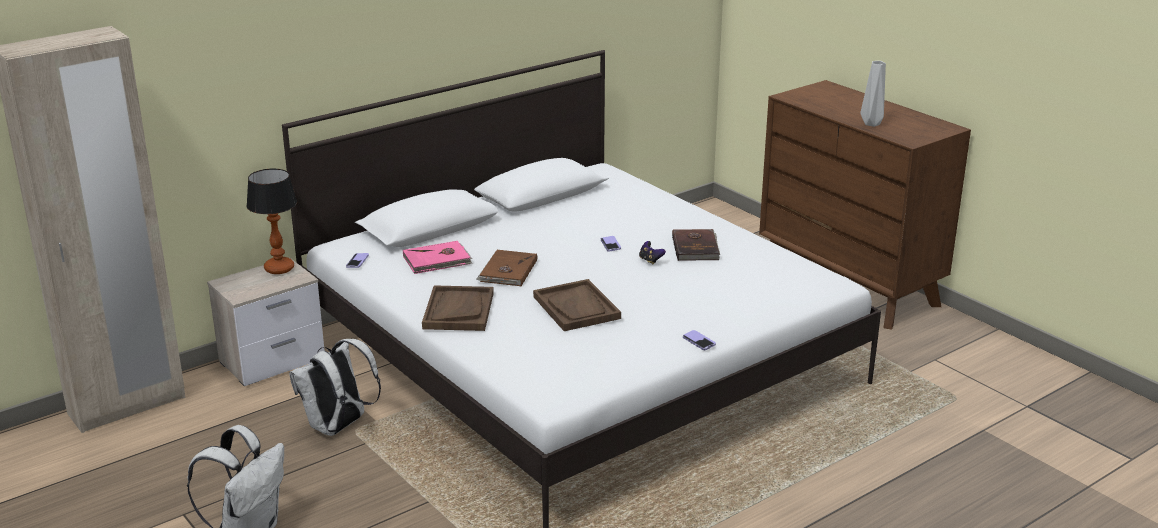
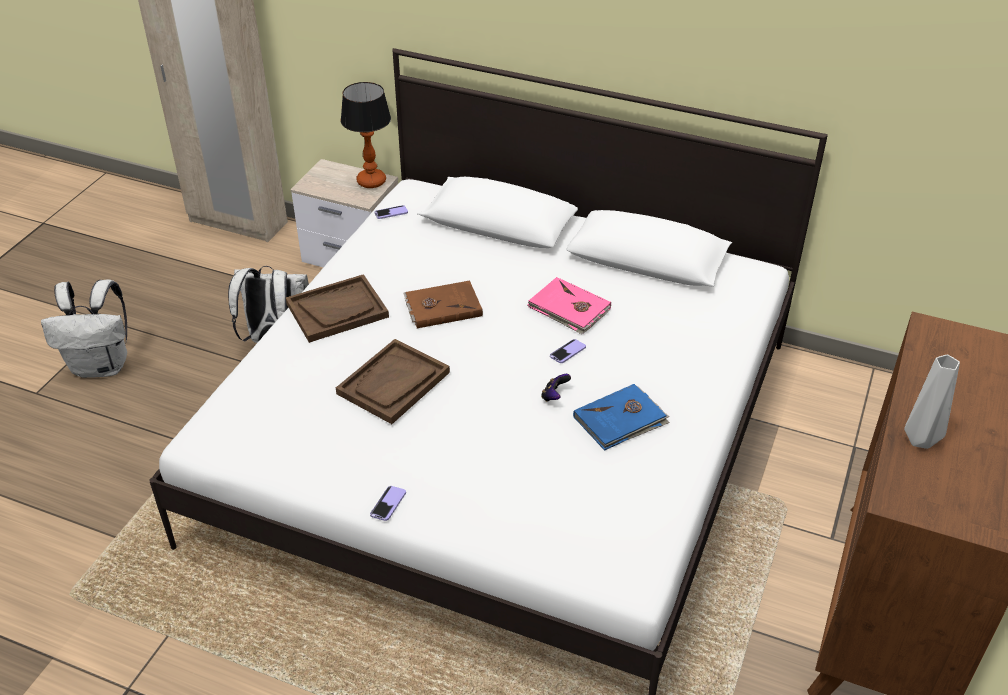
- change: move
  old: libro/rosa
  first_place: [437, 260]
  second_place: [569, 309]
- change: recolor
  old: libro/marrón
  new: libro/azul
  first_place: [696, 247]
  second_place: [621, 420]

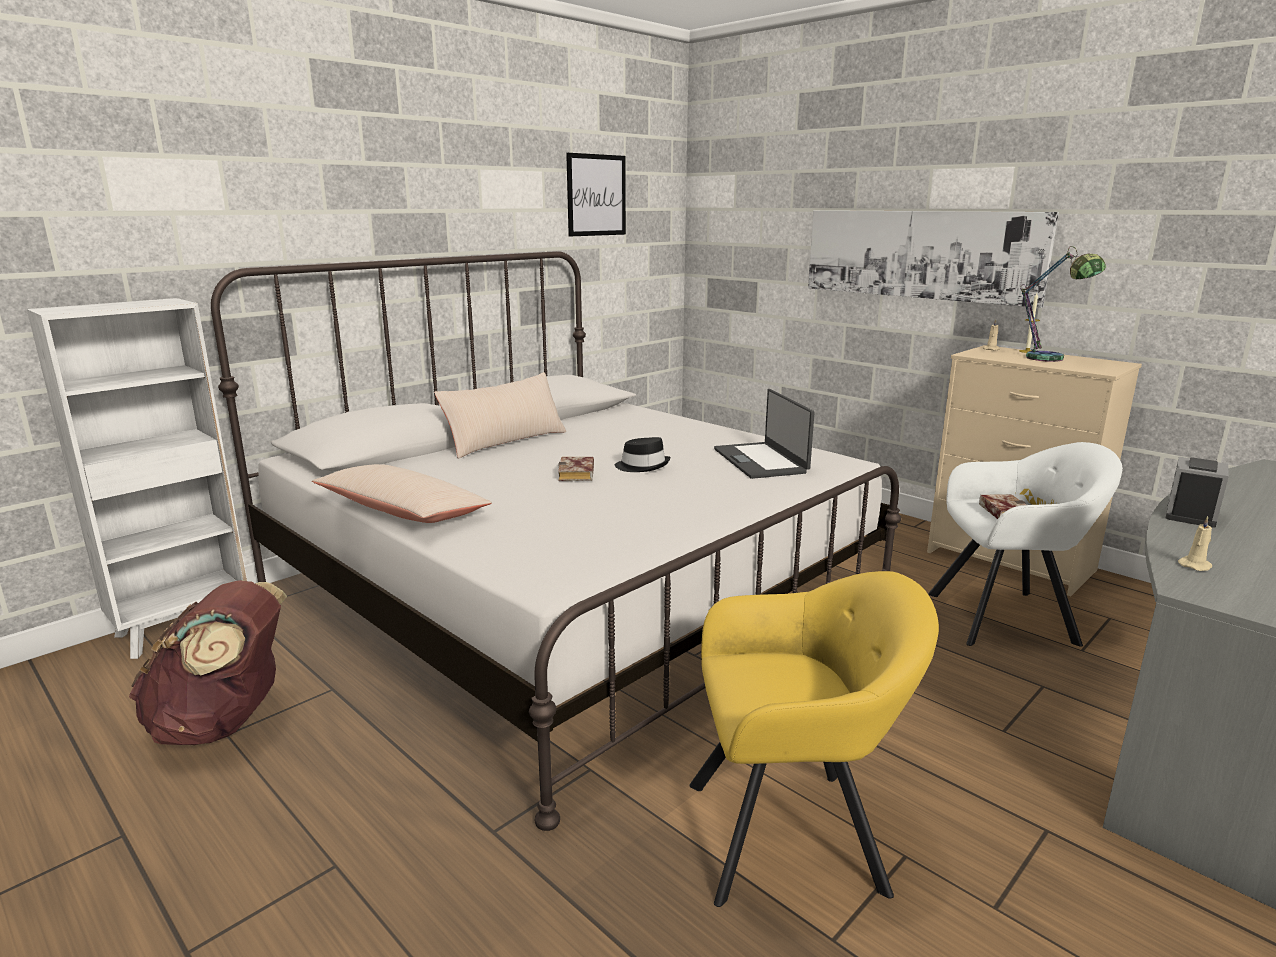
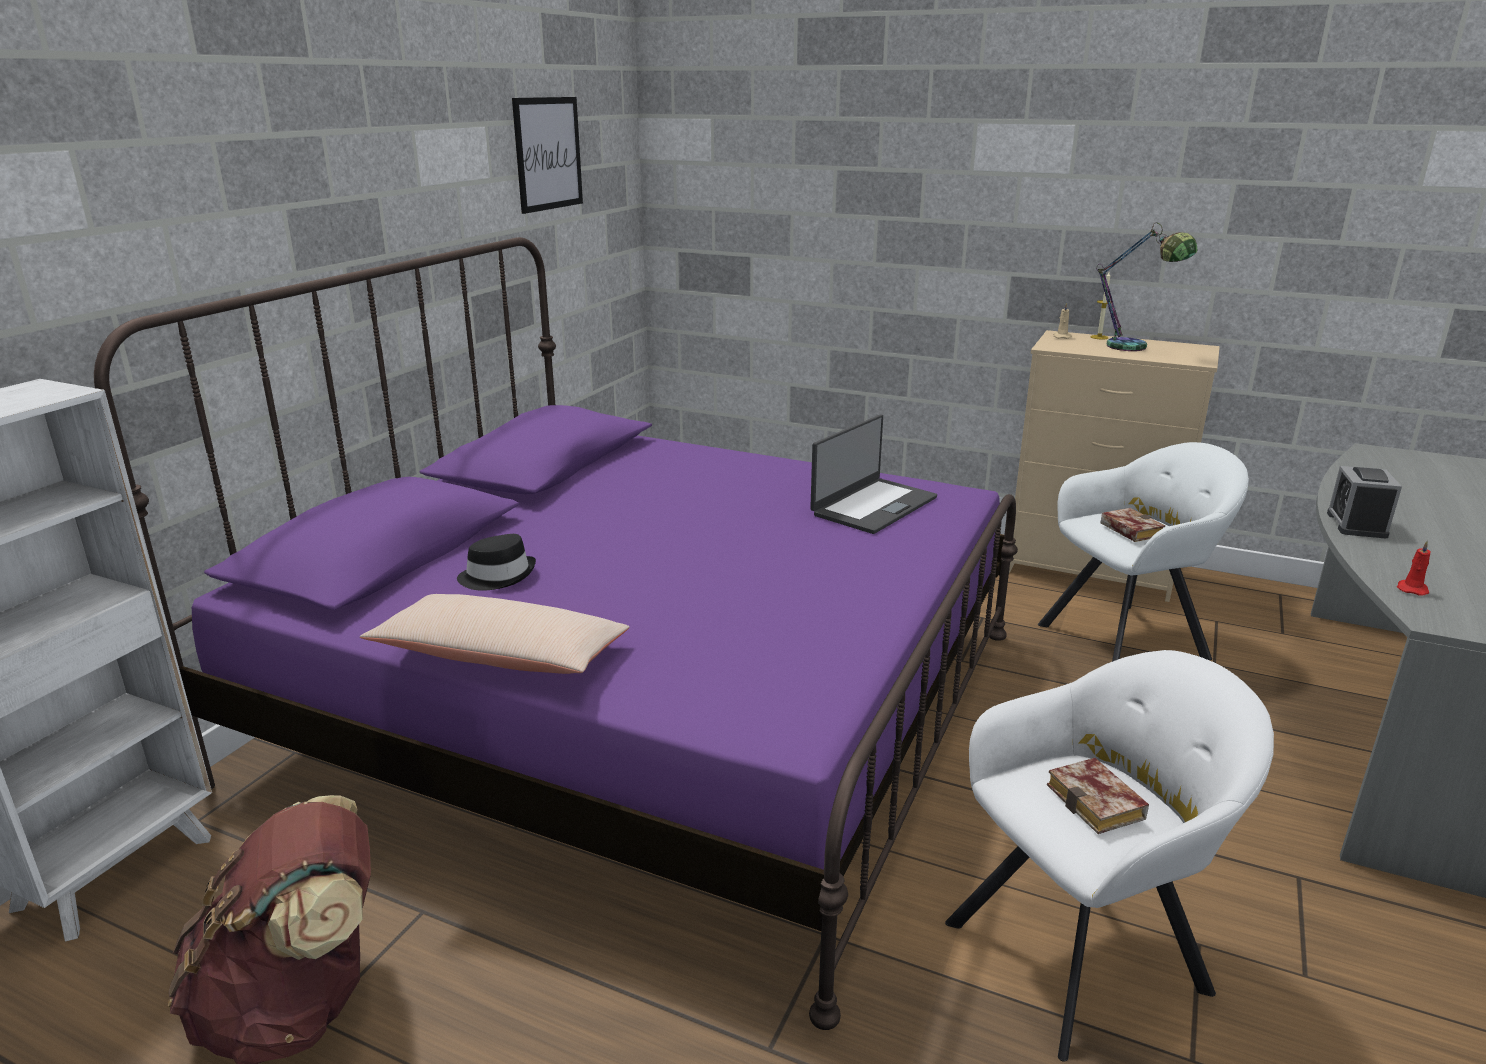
- change: delete
  old: cojín/beis
  first_place: [505, 441]
- change: delete
  old: cuadro
  first_place: [920, 254]
- change: move
  old: libro
  first_place: [578, 475]
  second_place: [1099, 804]
- change: move
  old: sombrero/negro
  first_place: [642, 466]
  second_place: [498, 576]
- change: recolor
  old: cama/blanco
  new: cama/morado
  first_place: [571, 595]
  second_place: [648, 703]
- change: recolor
  old: sillón/amarillo
  new: sillón/blanco
  first_place: [795, 834]
  second_place: [1086, 951]
- change: recolor
  old: vela/beis
  new: vela/rojo
  first_place: [1195, 565]
  second_place: [1412, 589]
- change: rotate
  old: portátil
  first_place: [761, 461]
  second_place: [873, 506]
  degrees: -105

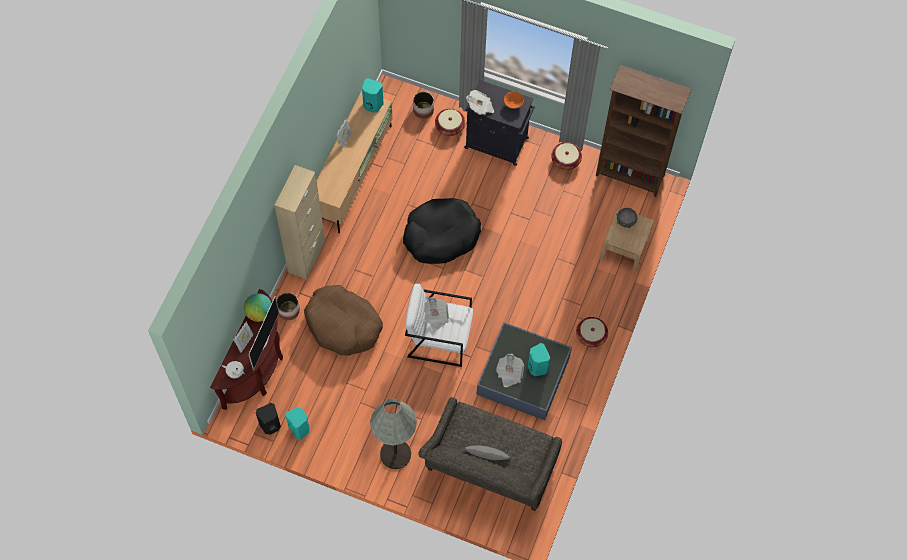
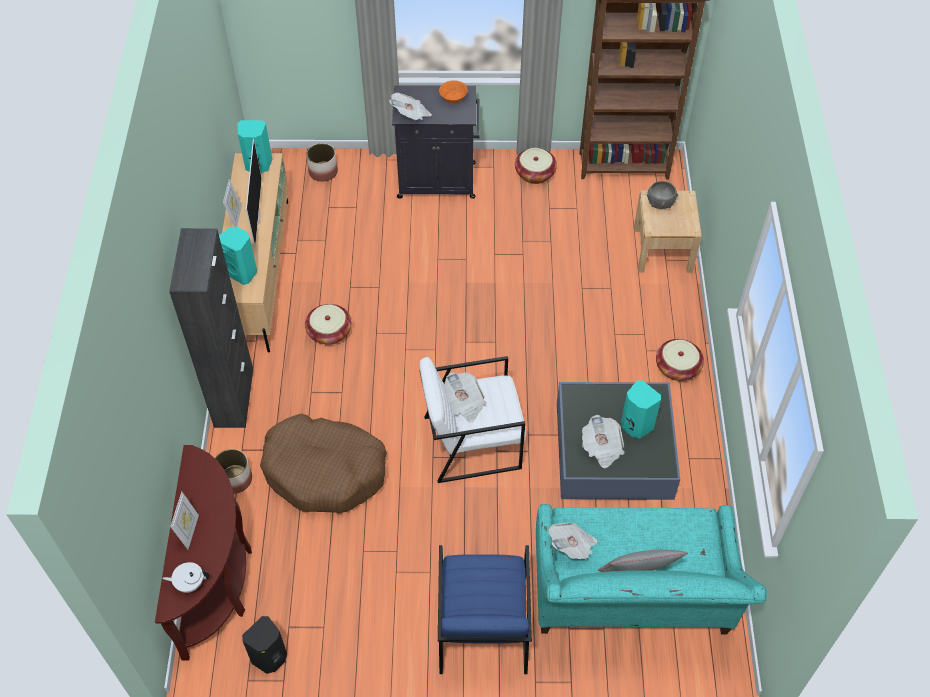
- change: delete
  old: globo terráqueo
  first_place: [259, 313]
- change: delete
  old: cama para perro/negro
  first_place: [441, 235]
- change: insert
  new: periódico
  second_place: [572, 546]
- change: move
  old: televisor
  first_place: [264, 342]
  second_place: [255, 217]
- change: move
  old: altavoz/turquesa
  first_place: [300, 429]
  second_place: [242, 272]
- change: move
  old: cesta
  first_place: [449, 127]
  second_place: [329, 332]
- change: replace
  old: lámpara de pie/gris
  new: sillón/azul
  first_place: [395, 454]
  second_place: [482, 629]
- change: recolor
  old: armario/beis
  new: armario/negro
  first_place: [306, 256]
  second_place: [234, 398]
- change: recolor
  old: sofá/gris
  new: sofá/turquesa
  first_place: [489, 470]
  second_place: [631, 599]

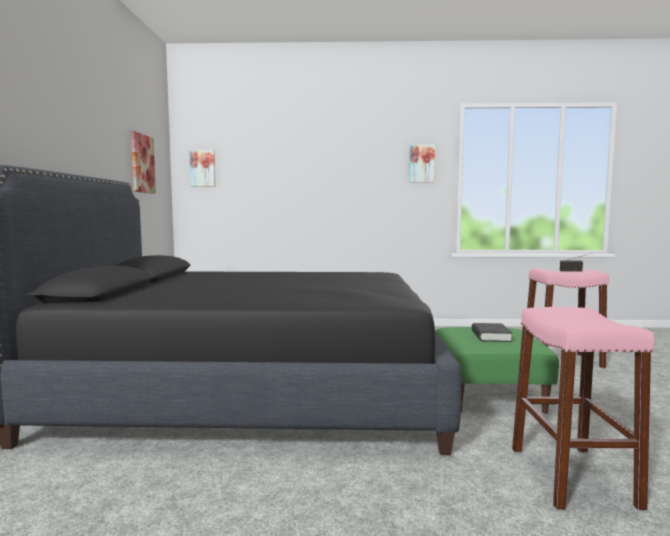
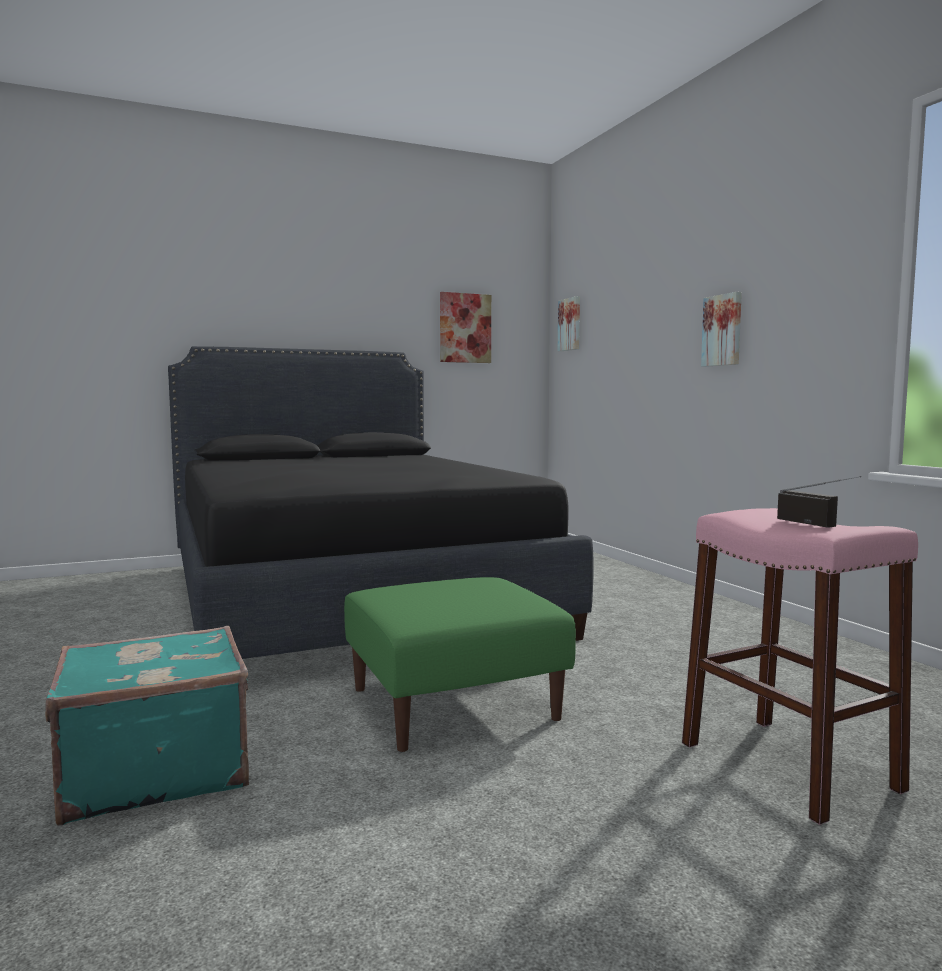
- change: delete
  old: libro/negro
  first_place: [491, 336]
- change: move
  old: cuadro
  first_place: [421, 163]
  second_place: [723, 330]
- change: replace
  old: taburete/rosa
  new: maleta/turquesa
  first_place: [572, 476]
  second_place: [154, 770]

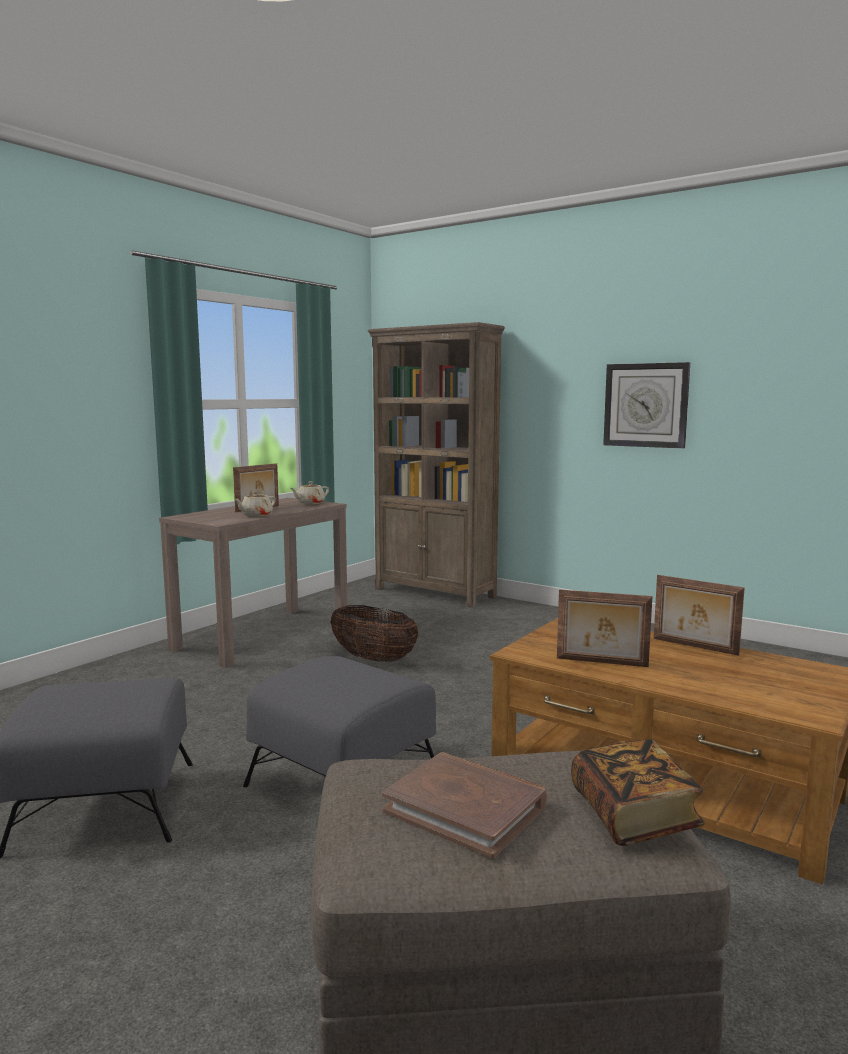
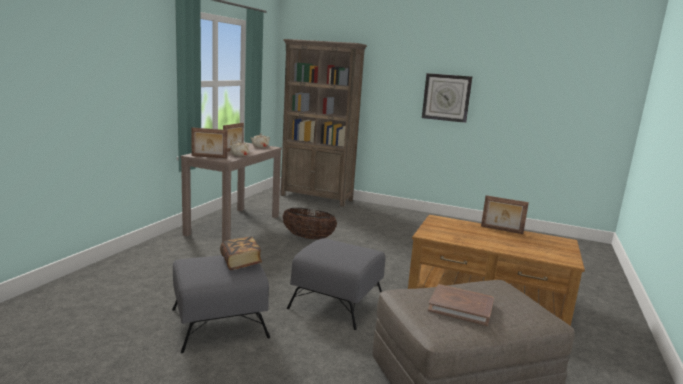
- change: move
  old: portarretratos
  first_place: [601, 663]
  second_place: [209, 157]
- change: move
  old: libro
  first_place: [633, 816]
  second_place: [241, 262]

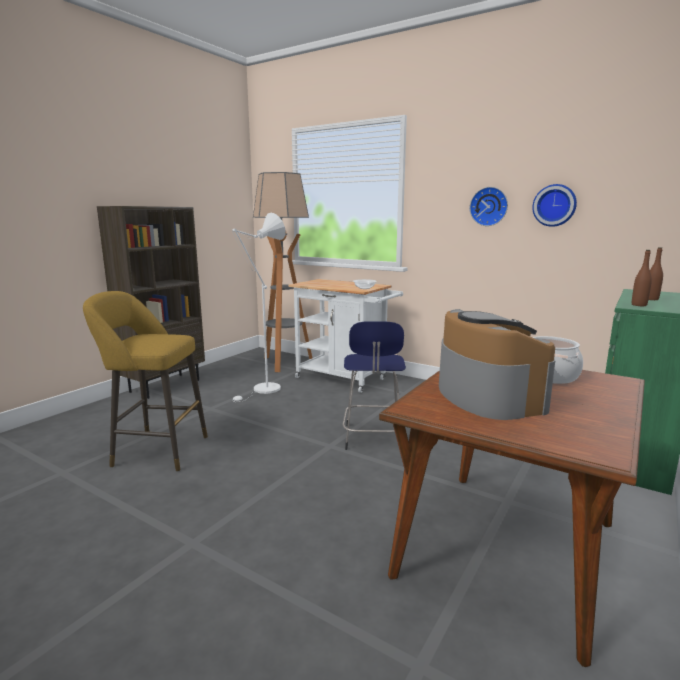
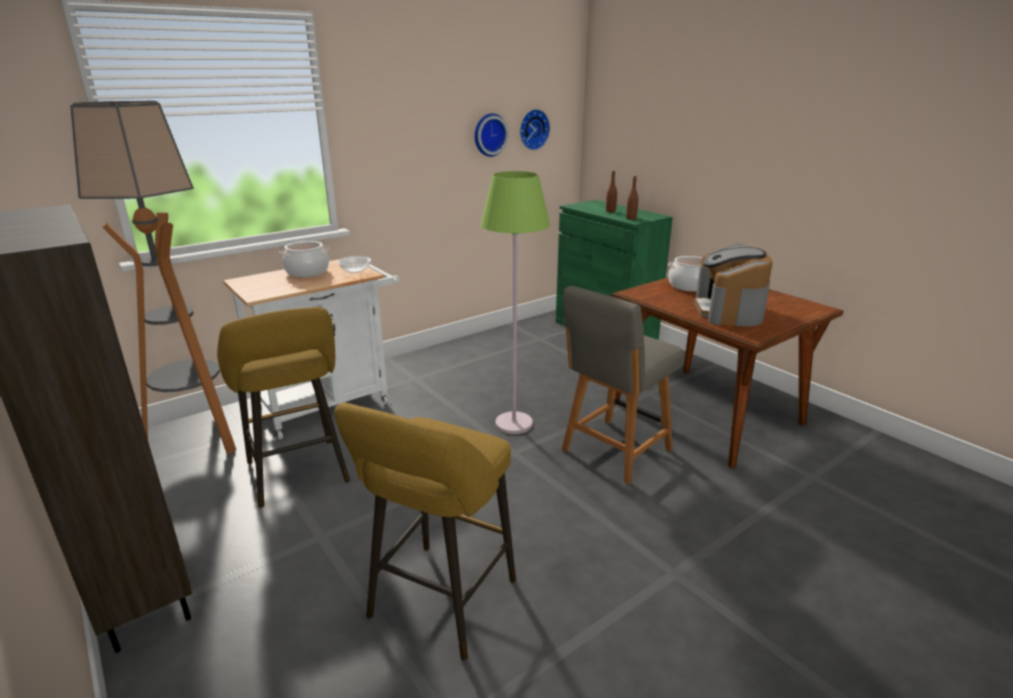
- change: insert
  new: olla
  second_place: [307, 272]
- change: insert
  new: silla/gris
  second_place: [614, 451]
- change: move
  old: reloj de pared
  first_place: [489, 206]
  second_place: [532, 129]
- change: replace
  old: lámpara de pie/blanco
  new: taburete/amarillo
  first_place: [263, 390]
  second_place: [299, 475]
- change: replace
  old: taburete/azul
  new: lámpara de pie/verde
  first_place: [372, 438]
  second_place: [514, 424]
- change: rotate
  old: cafetera
  first_place: [486, 396]
  second_place: [728, 310]
  degrees: -90

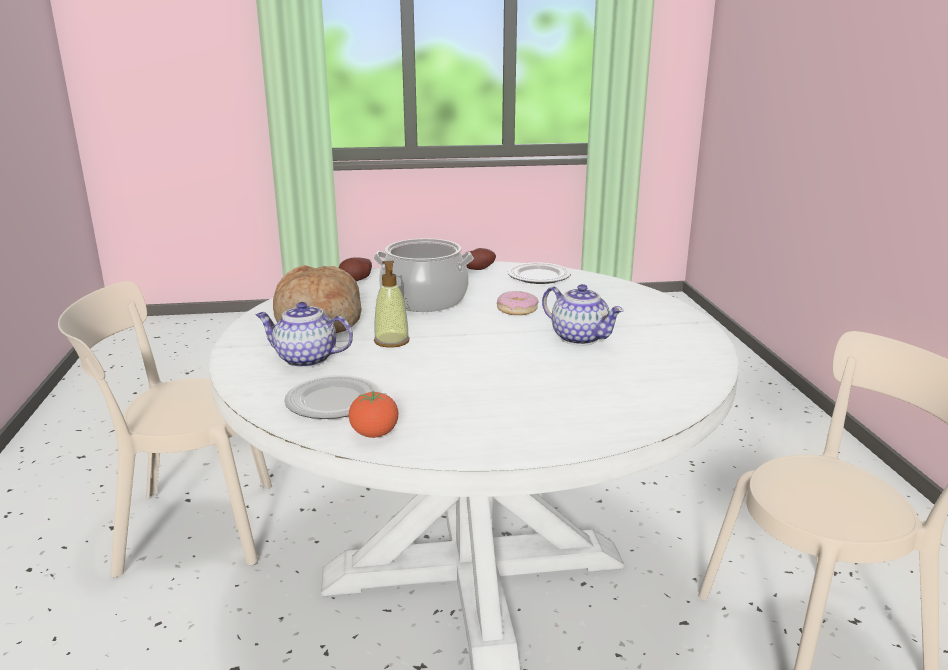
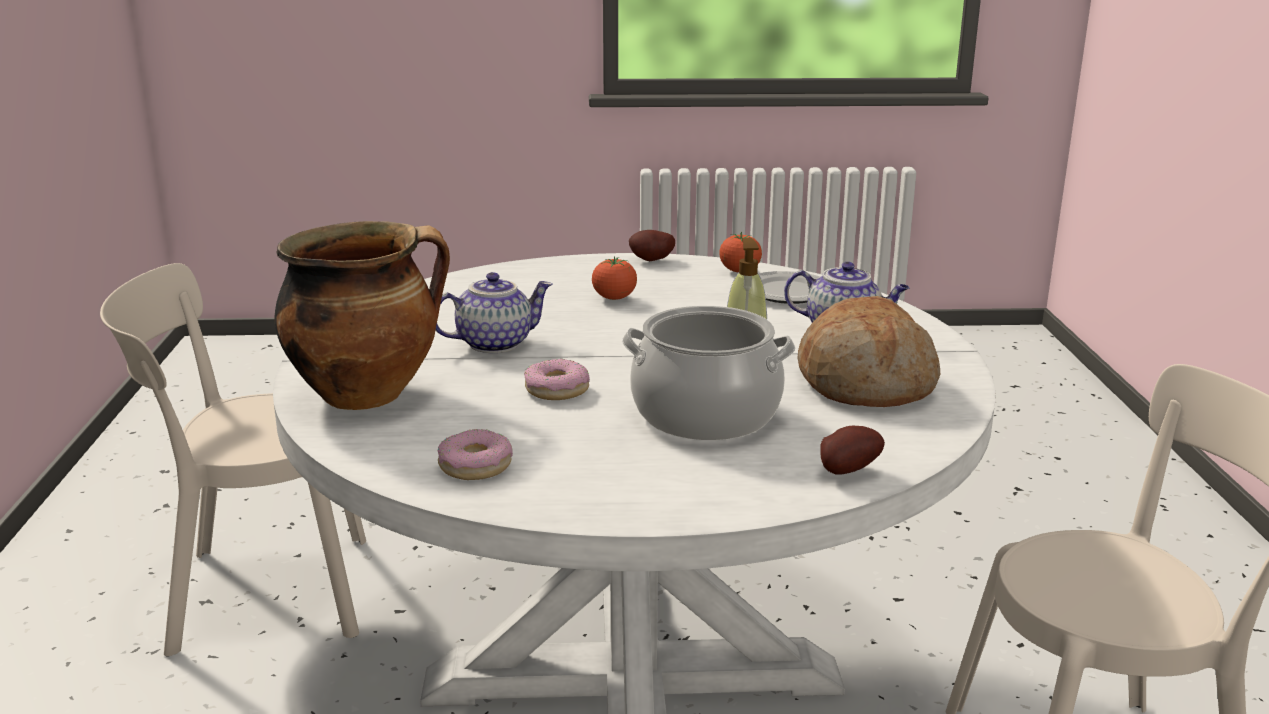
- change: insert
  new: olla
  second_place: [368, 394]
- change: insert
  new: tomate
  second_place: [614, 298]
- change: move
  old: patata
  first_place: [478, 270]
  second_place: [652, 261]
- change: replace
  old: plato
  new: rosquilla
  first_place: [538, 277]
  second_place: [475, 466]
- change: rotate
  old: tetera
  first_place: [580, 338]
  second_place: [494, 343]
  degrees: 105

